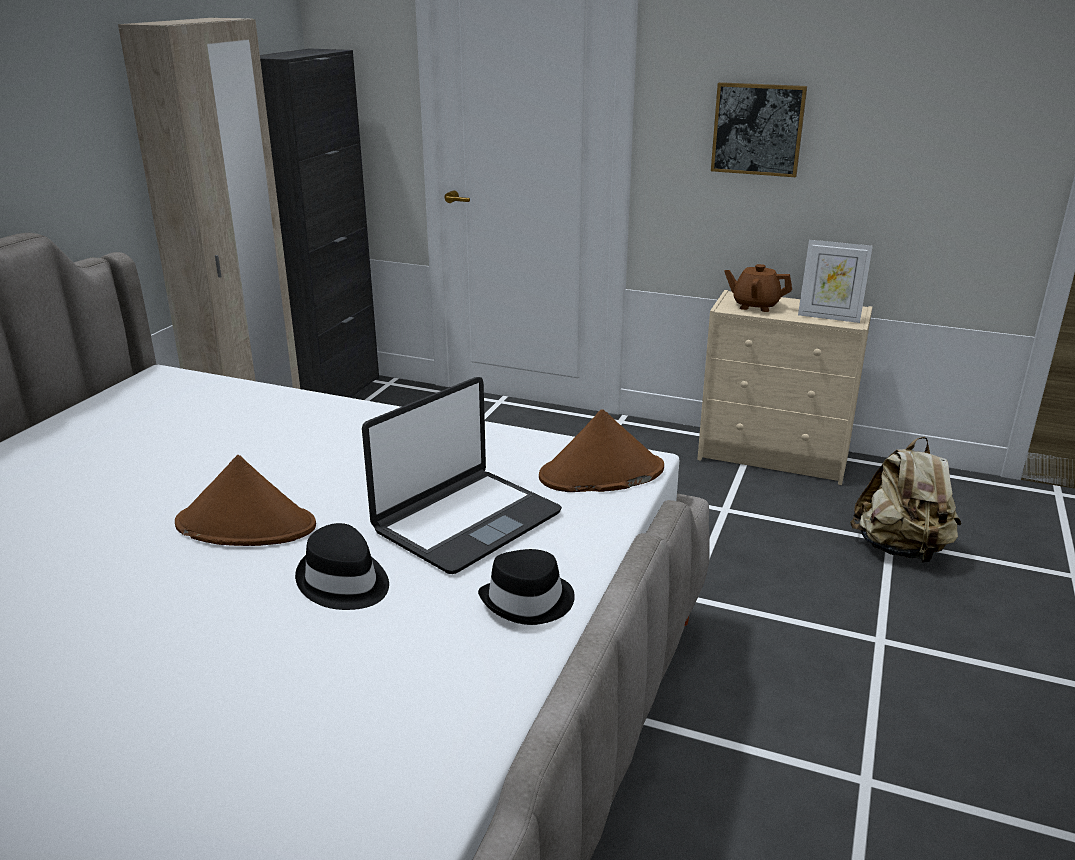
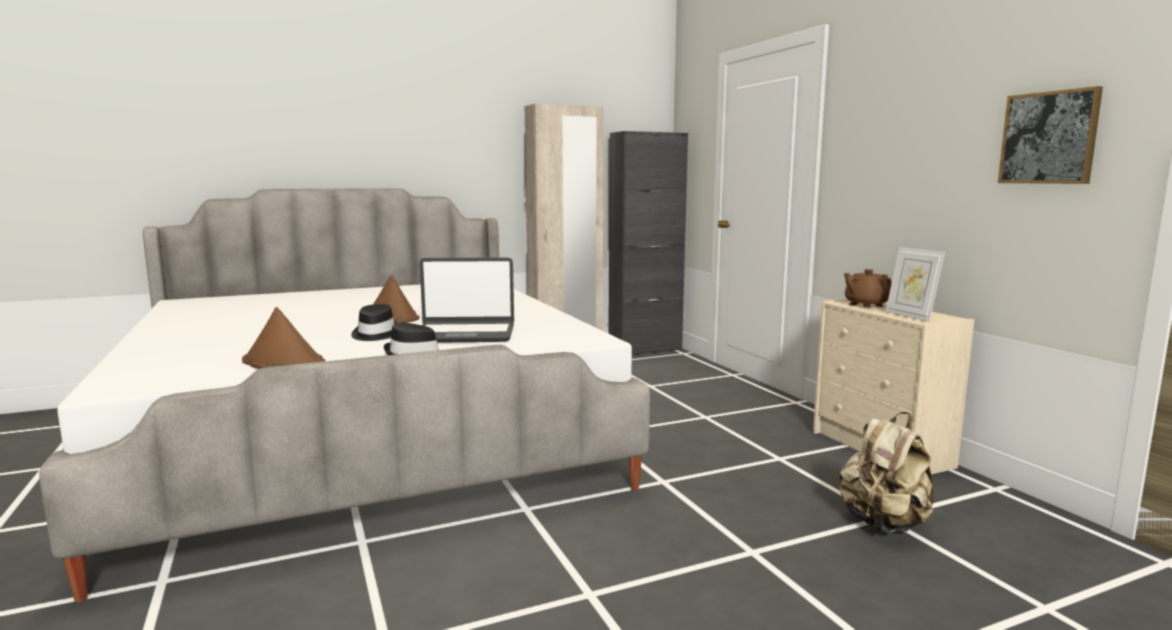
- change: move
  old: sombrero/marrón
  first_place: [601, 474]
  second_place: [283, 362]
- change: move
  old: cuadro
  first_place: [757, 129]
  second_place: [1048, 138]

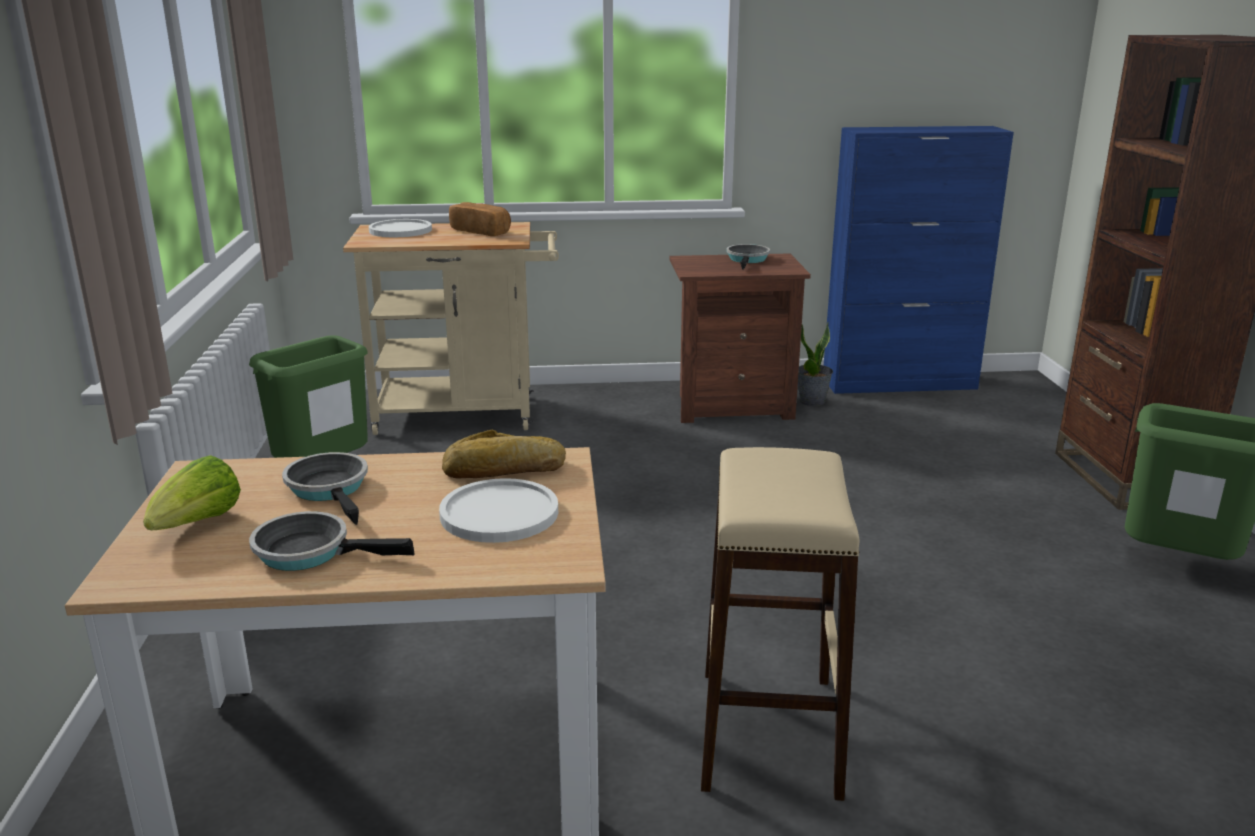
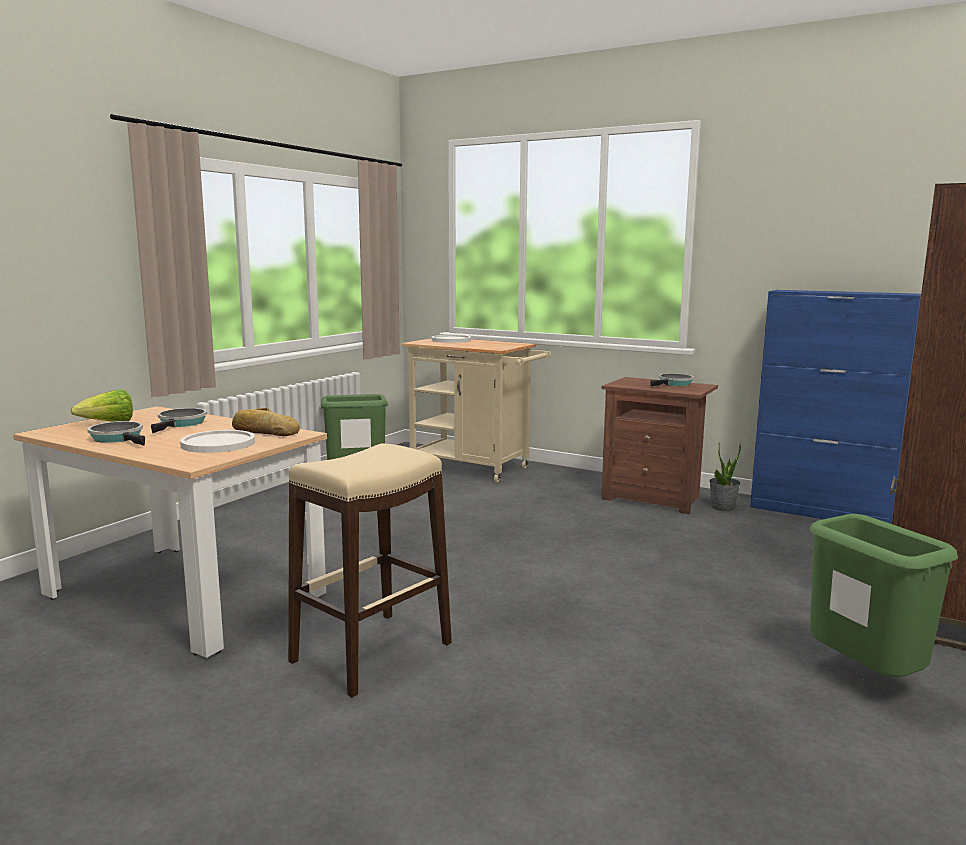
- change: delete
  old: pan
  first_place: [481, 232]

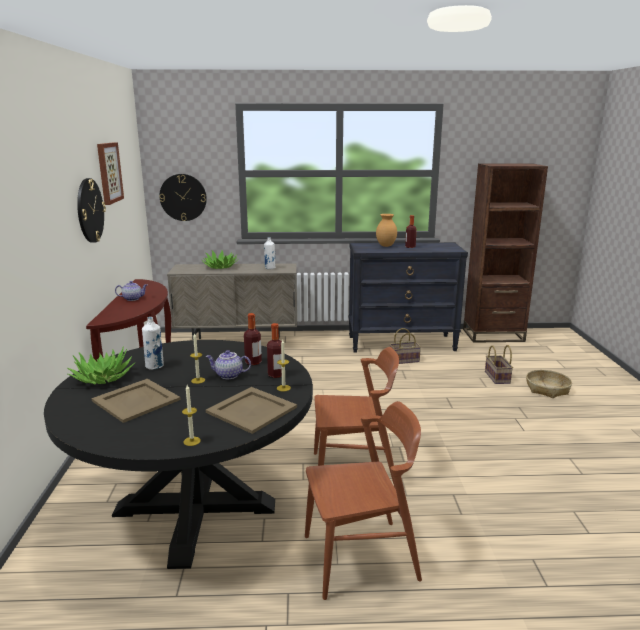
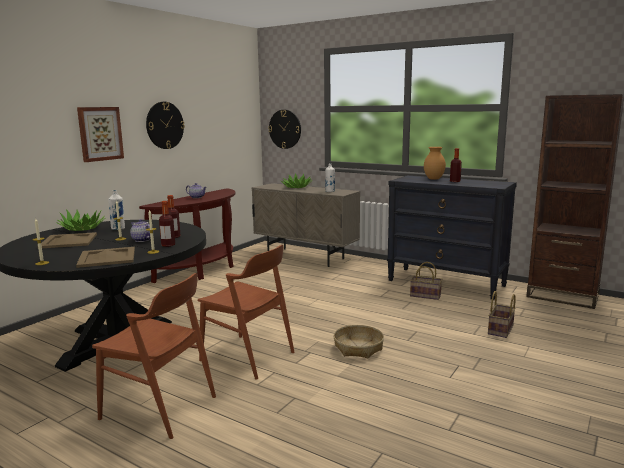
- change: move
  old: cuadro
  first_place: [108, 172]
  second_place: [100, 133]
- change: move
  old: cesta
  first_place: [547, 389]
  second_place: [358, 348]

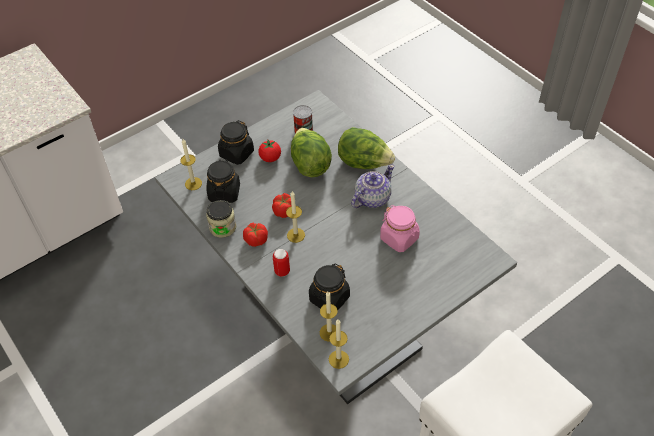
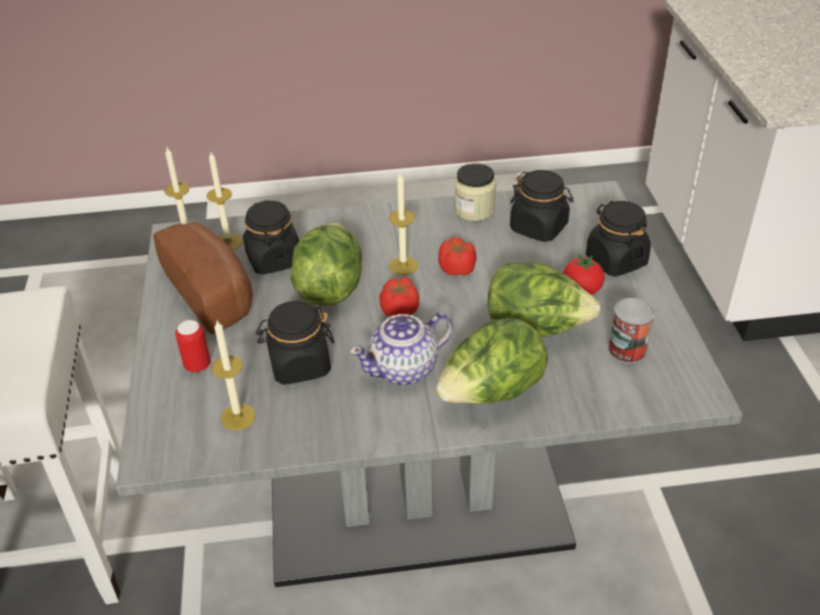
- change: insert
  new: pan
  second_place: [213, 292]
- change: insert
  new: lechuga
  second_place: [329, 287]
- change: move
  old: vela
  first_place: [193, 183]
  second_place: [238, 417]
- change: move
  old: tomate
  first_place: [256, 240]
  second_place: [400, 310]
- change: move
  old: lata
  first_place: [282, 271]
  second_place: [197, 365]
- change: recolor
  old: tarro/rosa
  new: tarro/negro
  first_place: [399, 238]
  second_place: [299, 365]
- change: rotate
  old: tetera
  first_place: [372, 198]
  second_place: [405, 369]
  degrees: 75

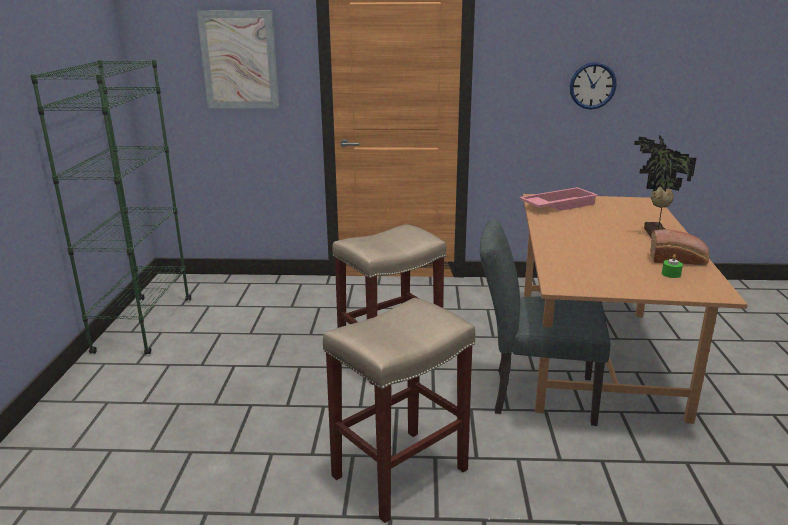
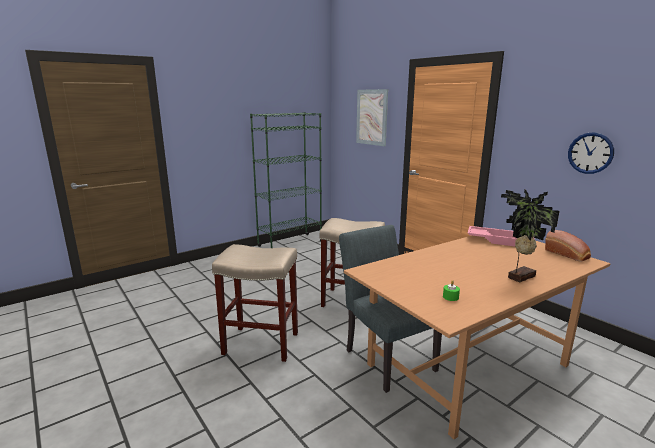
- change: move
  old: pan
  first_place: [678, 260]
  second_place: [567, 254]

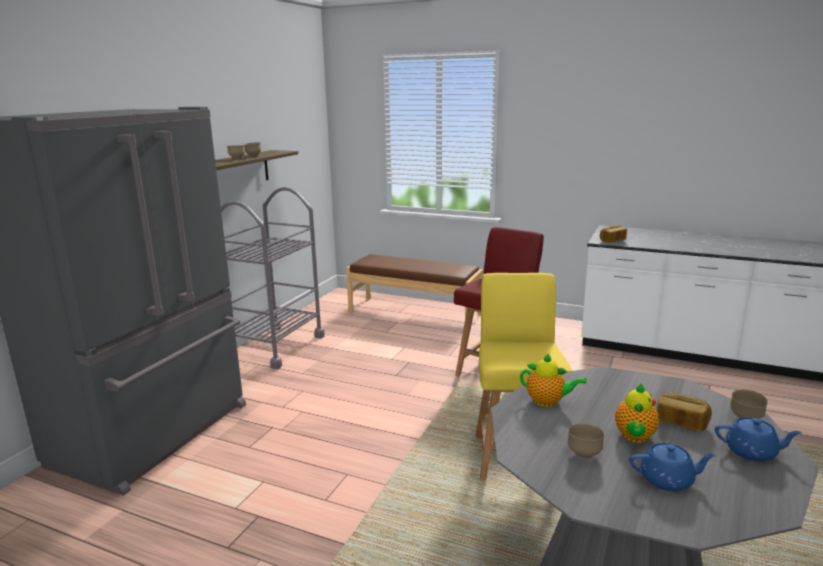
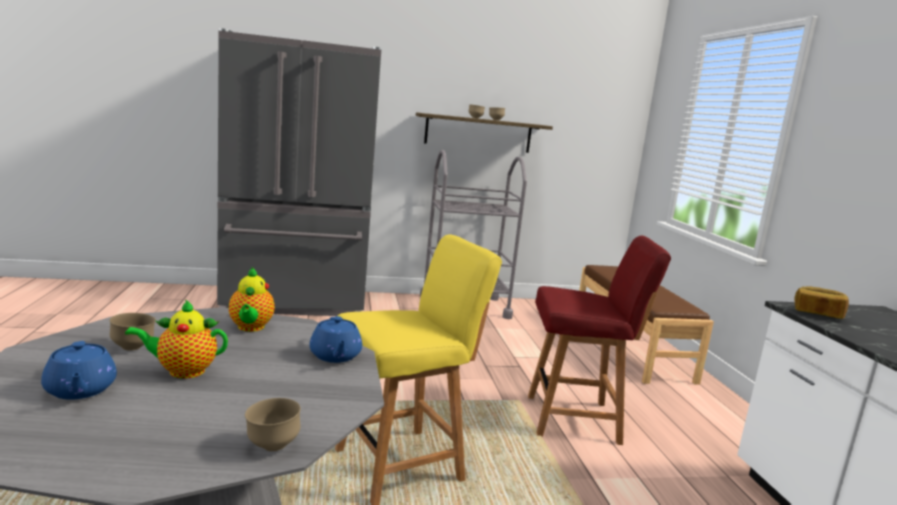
- change: delete
  old: pan
  first_place: [681, 422]
- change: move
  old: tetera/azul
  first_place: [752, 452]
  second_place: [335, 356]

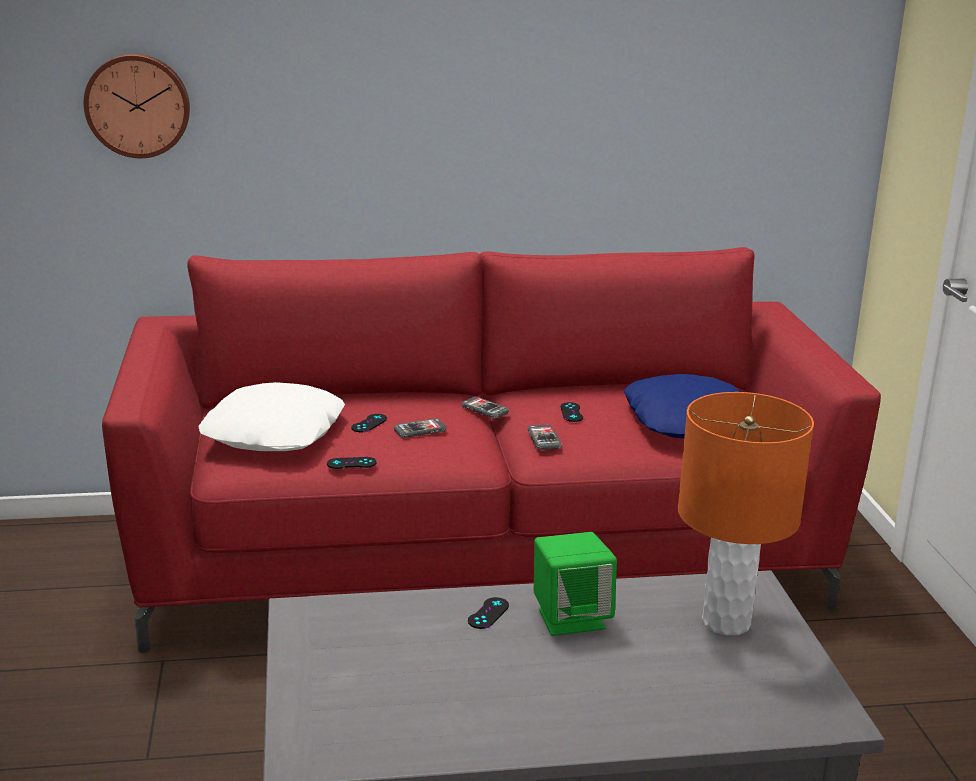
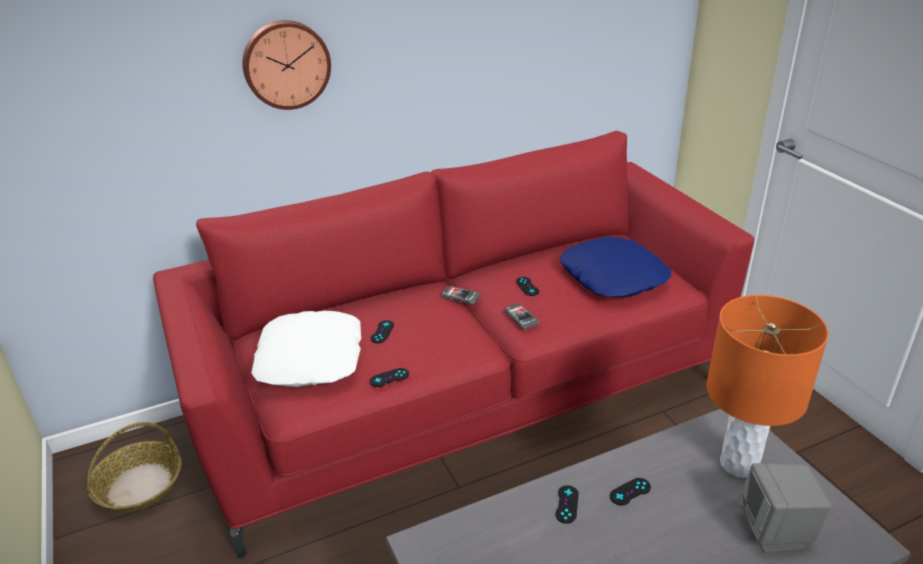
- change: delete
  old: móvil
  first_place: [420, 430]
- change: insert
  new: cesta
  second_place: [140, 485]
- change: insert
  new: altavoz/gris
  second_place: [775, 531]
- change: move
  old: reloj de pared
  first_place: [138, 105]
  second_place: [286, 64]
- change: replace
  old: altavoz/verde
  new: mando de consola/negro
  first_place: [571, 618]
  second_place: [630, 492]

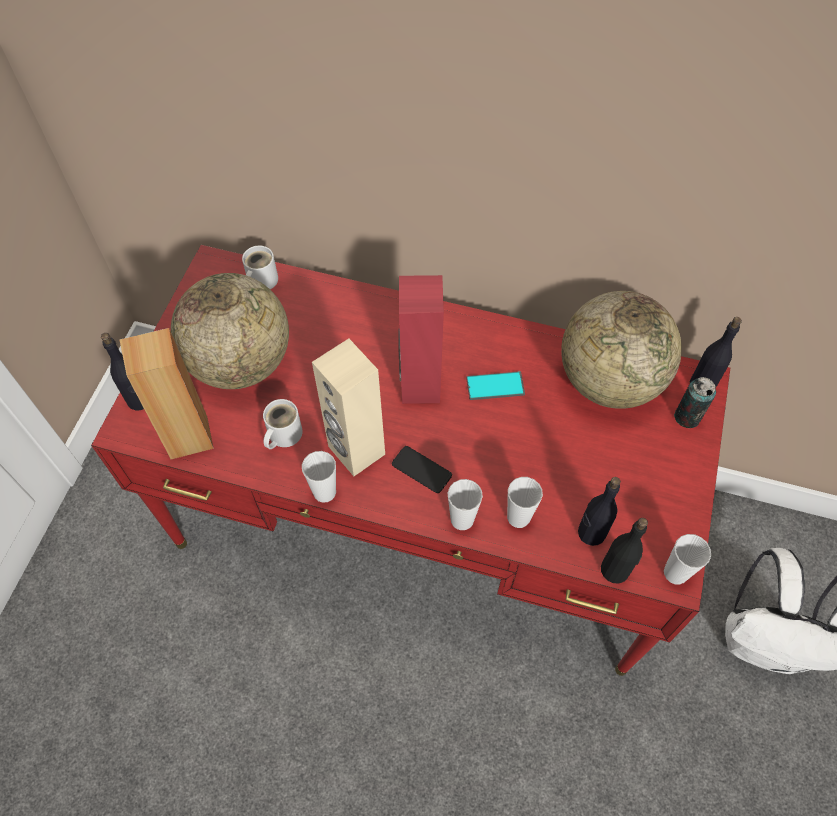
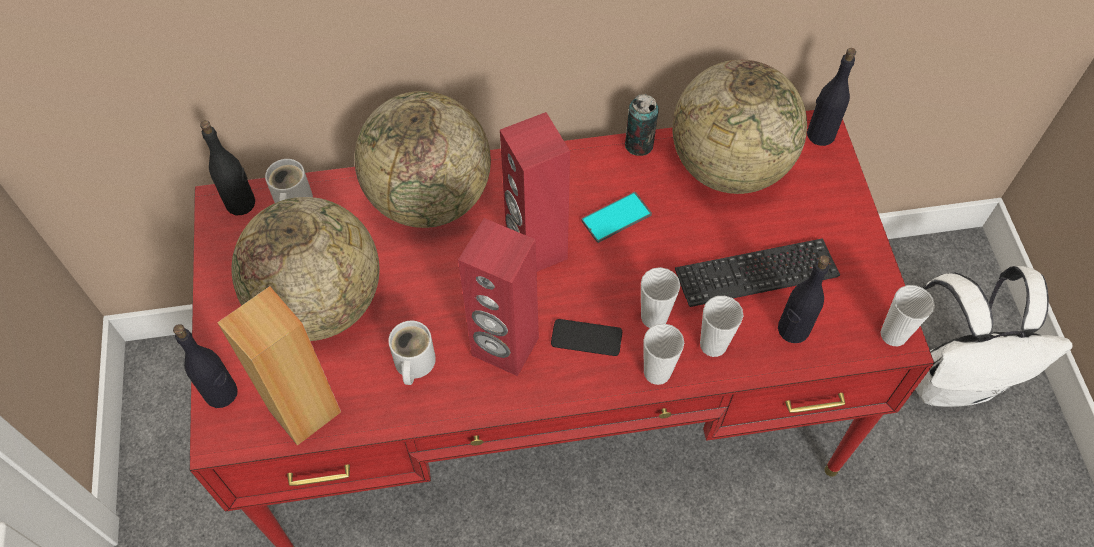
- change: insert
  new: globo terráqueo
  second_place: [429, 197]
- change: insert
  new: teclado
  second_place: [756, 274]
- change: move
  old: taza
  first_place: [324, 492]
  second_place: [654, 317]
- change: move
  old: botella/negro
  first_place: [615, 570]
  second_place: [241, 203]
- change: move
  old: lata
  first_place: [687, 417]
  second_place: [639, 145]
- change: recolor
  old: altavoz/beis
  new: altavoz/rojo
  first_place: [356, 451]
  second_place: [504, 347]

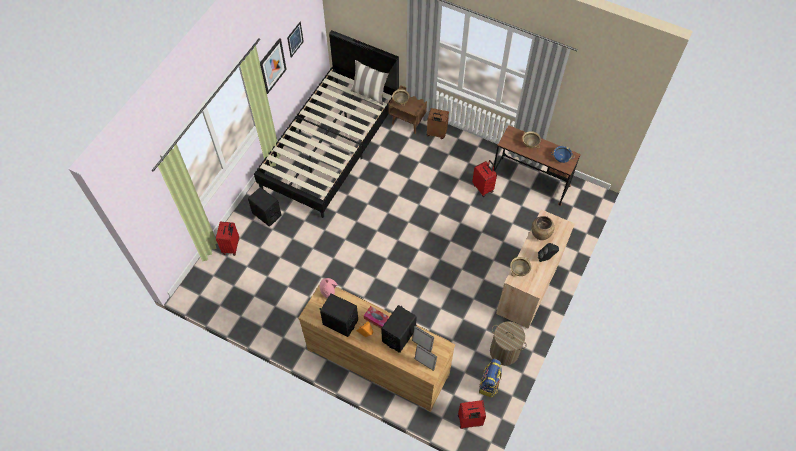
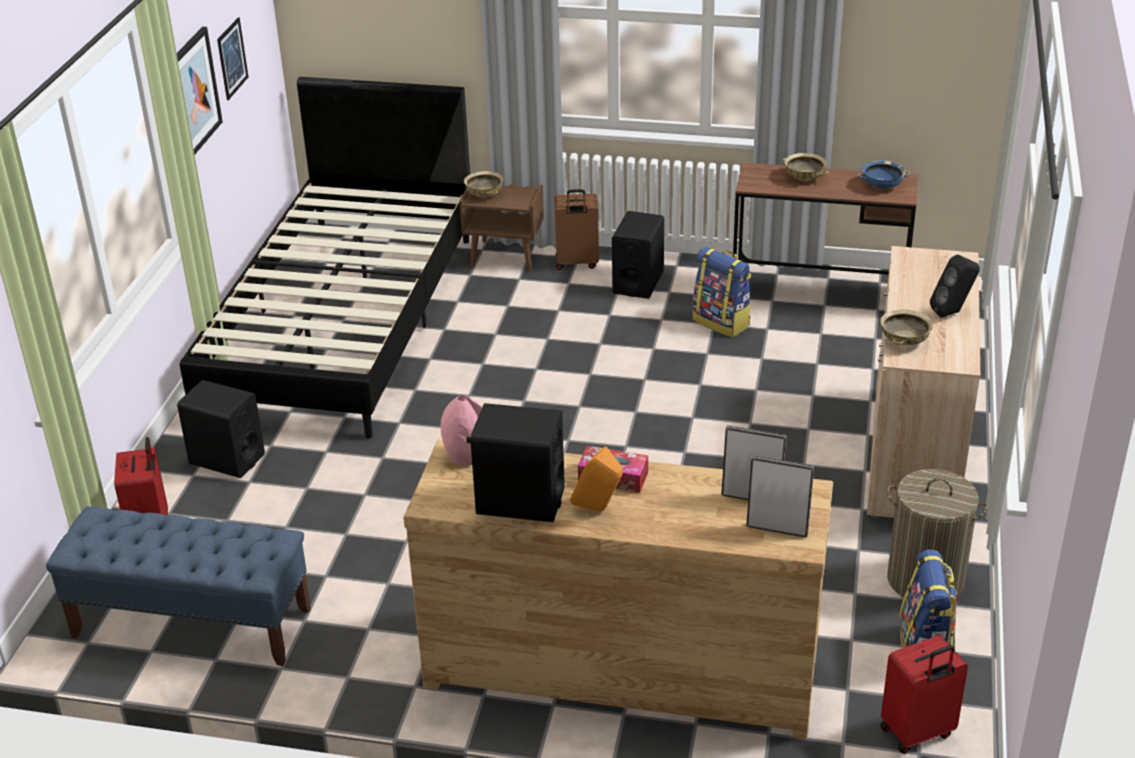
- change: delete
  old: cojín
  first_place: [369, 93]
- change: delete
  old: florero/marrón
  first_place: [540, 235]
- change: insert
  new: banco/azul
  second_place: [191, 623]
- change: move
  old: altavoz/negro
  first_place: [399, 335]
  second_place: [638, 282]
- change: replace
  old: maleta/rojo
  new: mochila
  first_place: [483, 187]
  second_place: [722, 322]

